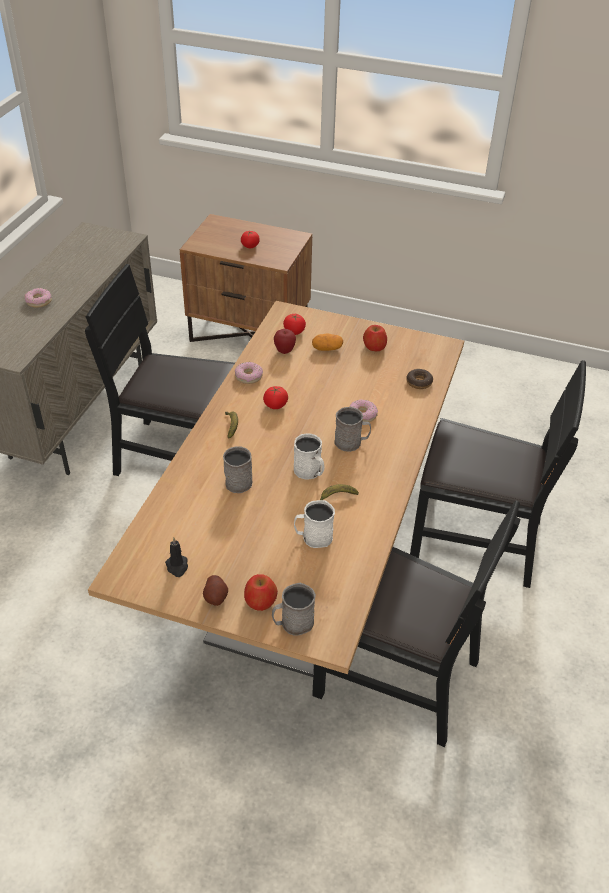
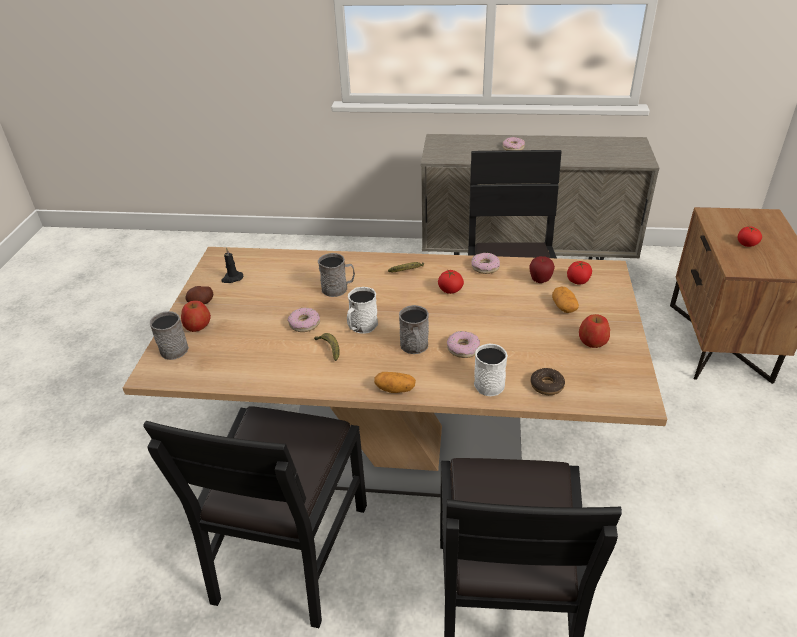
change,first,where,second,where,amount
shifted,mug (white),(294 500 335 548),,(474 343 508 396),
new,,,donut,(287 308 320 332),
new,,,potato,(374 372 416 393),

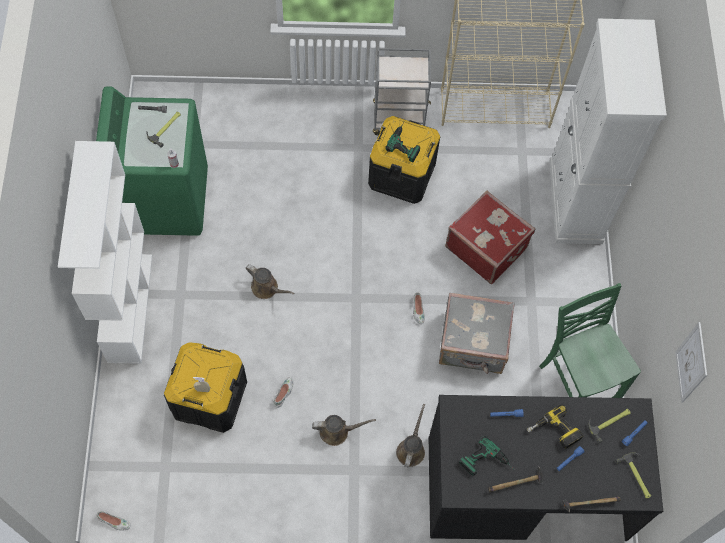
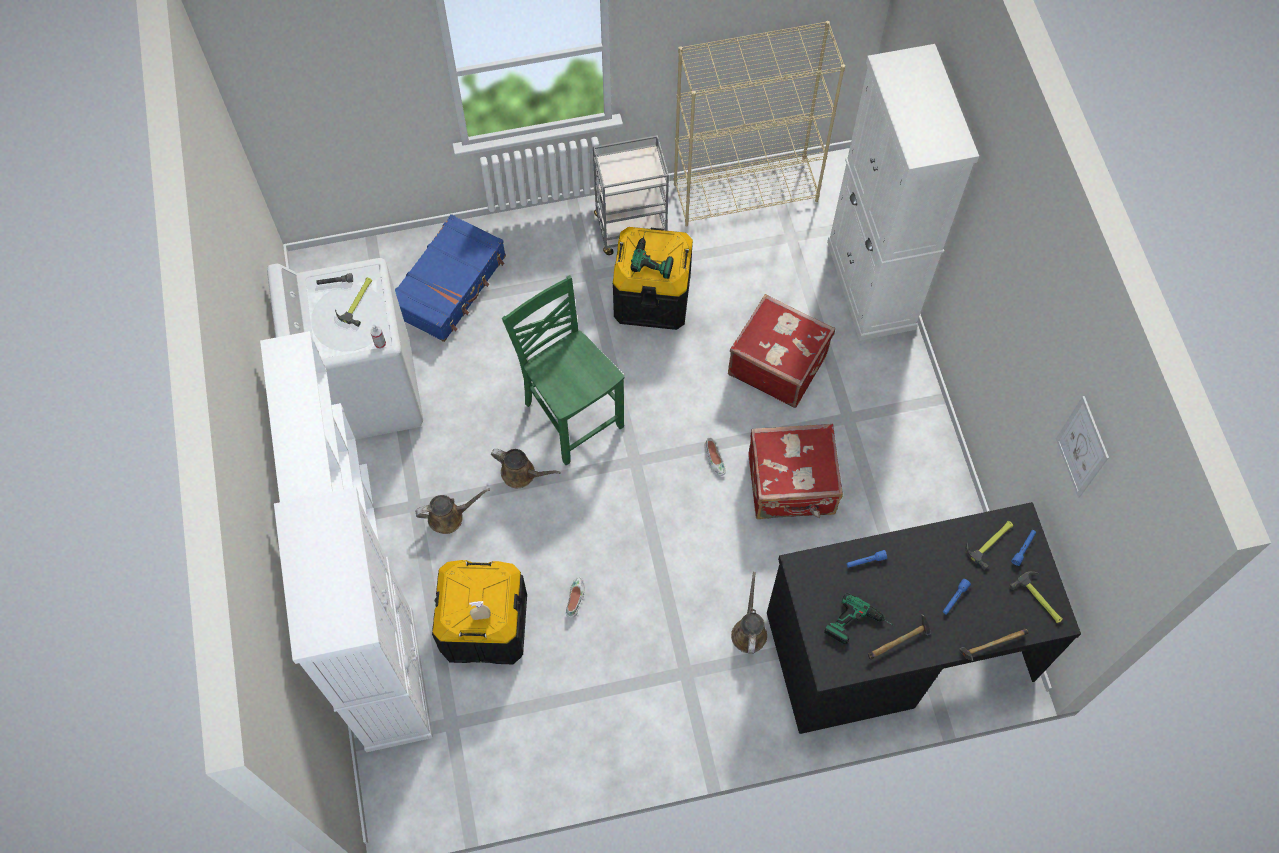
change,first,where,second,where,amount
repainted,washing machine (green),(96 86 208 236),washing machine (white),(267 258 423 440),
gone,shoe (white),(97 511 131 531),,,
shifted,watering can (brown),(312 415 376 446),,(415 488 490 534),
repainted,suitcase (grey),(439 293 515 374),suitcase (red),(748 424 843 519),
gone,power drill,(527 405 583 449),,,
shifted,chair (green),(539 283 641 398),,(502 275 624 465),
new,,,cabinet (white),(274 487 433 752),
new,,,suitcase (blue),(395 214 506 342),

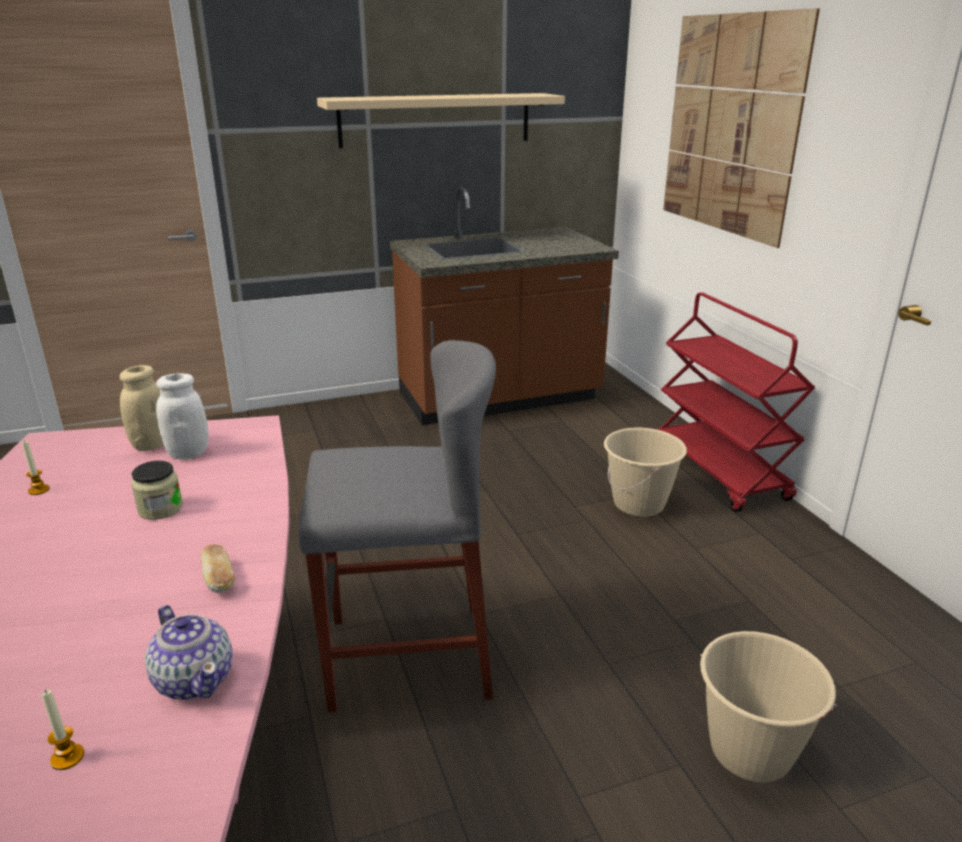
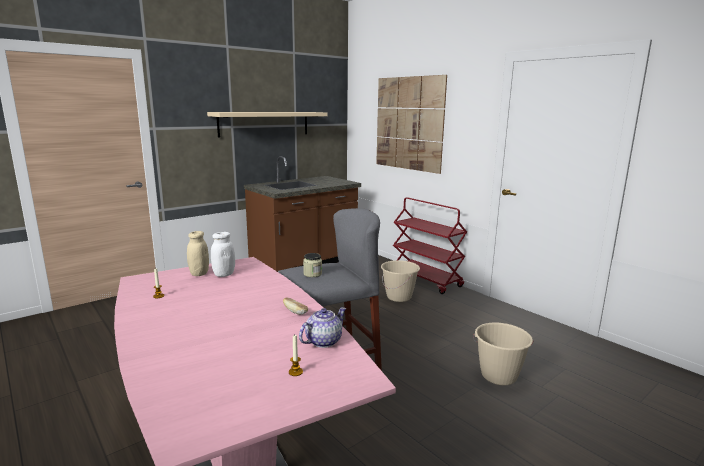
change,first,where,second,where,amount
shifted,jar,(131 461 183 520),,(303 253 322 277),
rotated,teapot,(145 605 233 700),,(299 307 346 348),75 degrees counterclockwise

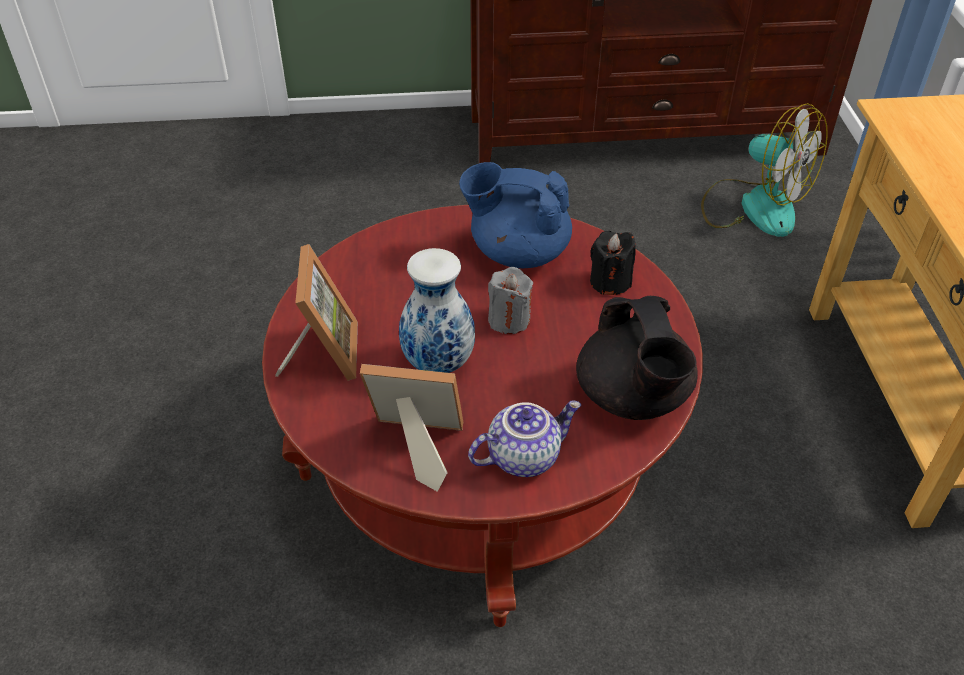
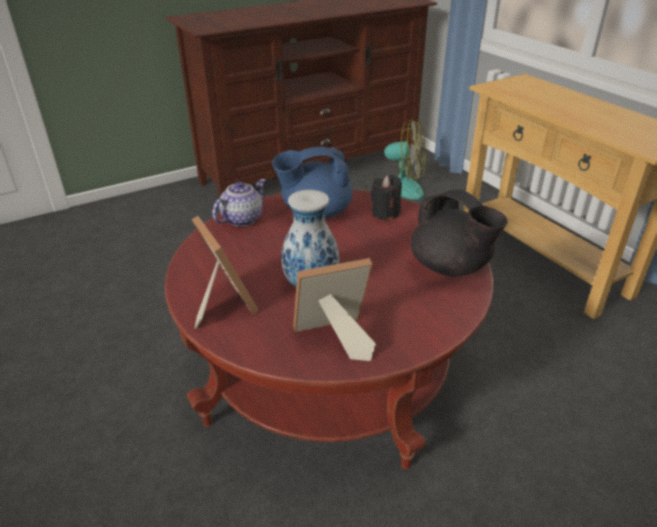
change,first,where,second,where,amount
shifted,teapot,(468 401 581 477),,(212 179 266 226),
gone,candle (grey),(488 267 533 334),,,

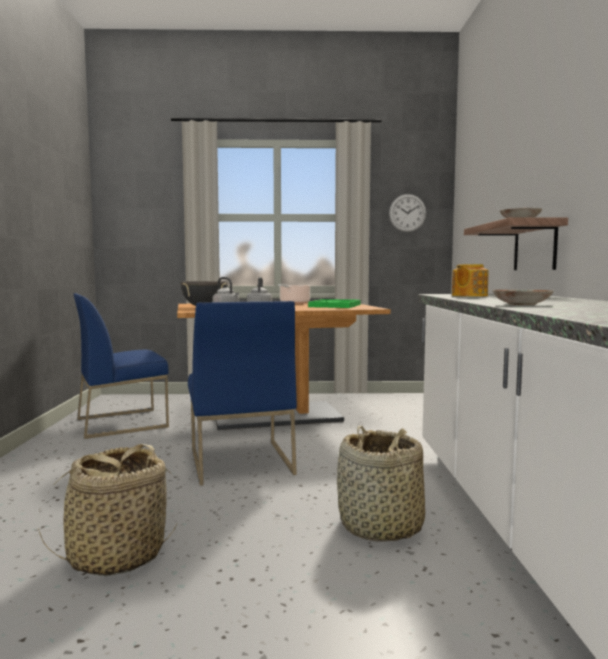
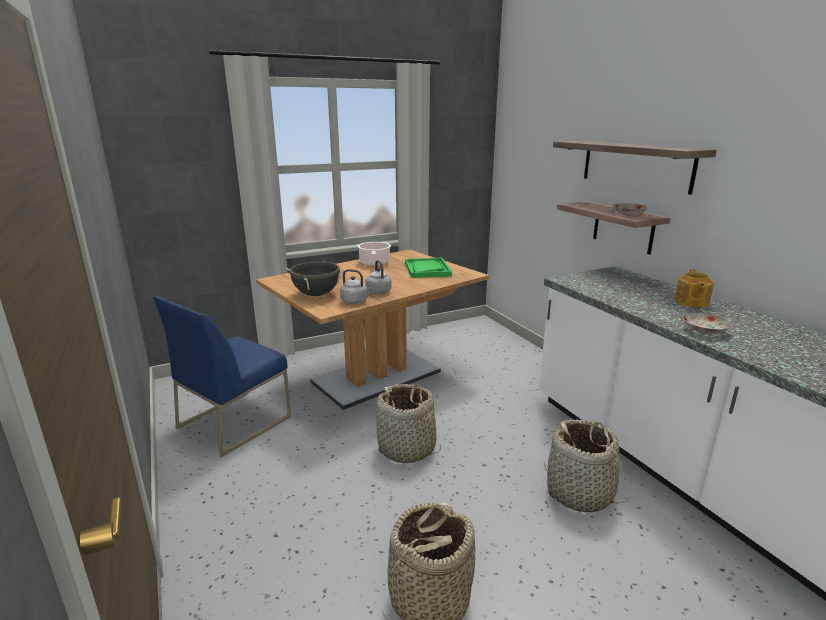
change,first,where,second,where,amount
swapped,chair (blue),(188 301 297 486),basket,(376 384 441 463),
gone,wall clock,(389 194 426 232),,,
shifted,teapot,(452 264 489 297),,(674 269 714 308),
new,,,shelf,(553 141 717 195),

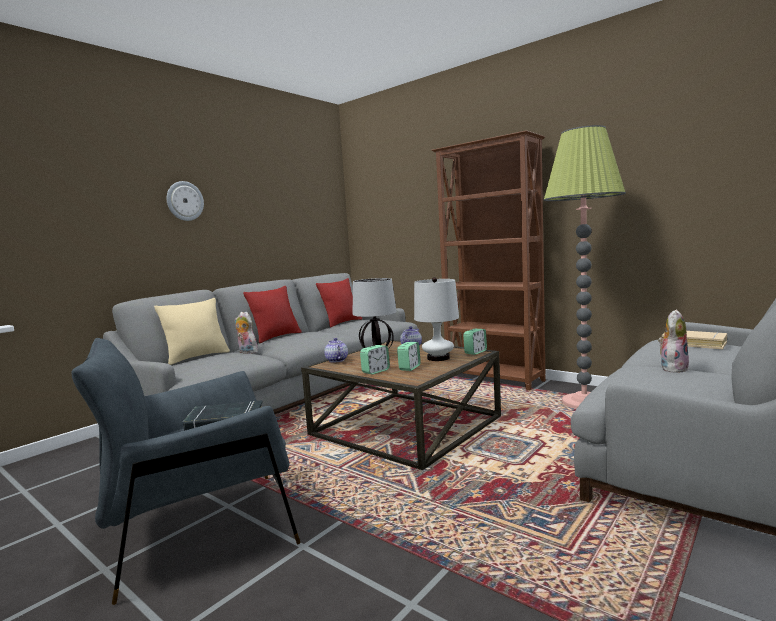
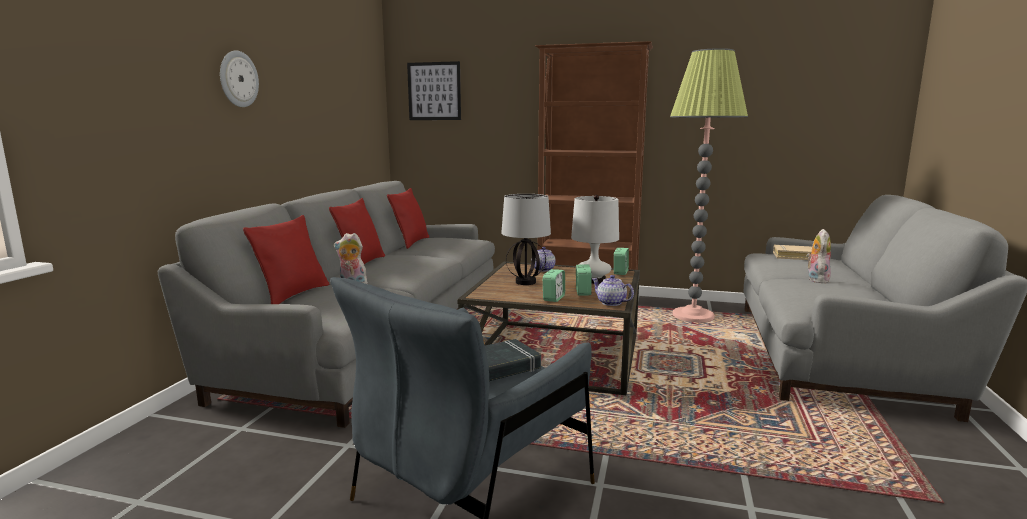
change,first,where,second,where,amount
repainted,pillow (beige),(154 298 230 365),pillow (red),(243 215 329 304),
shifted,teapot,(324 338 348 362),,(592 275 634 306),
new,,,picture,(407 61 461 120),

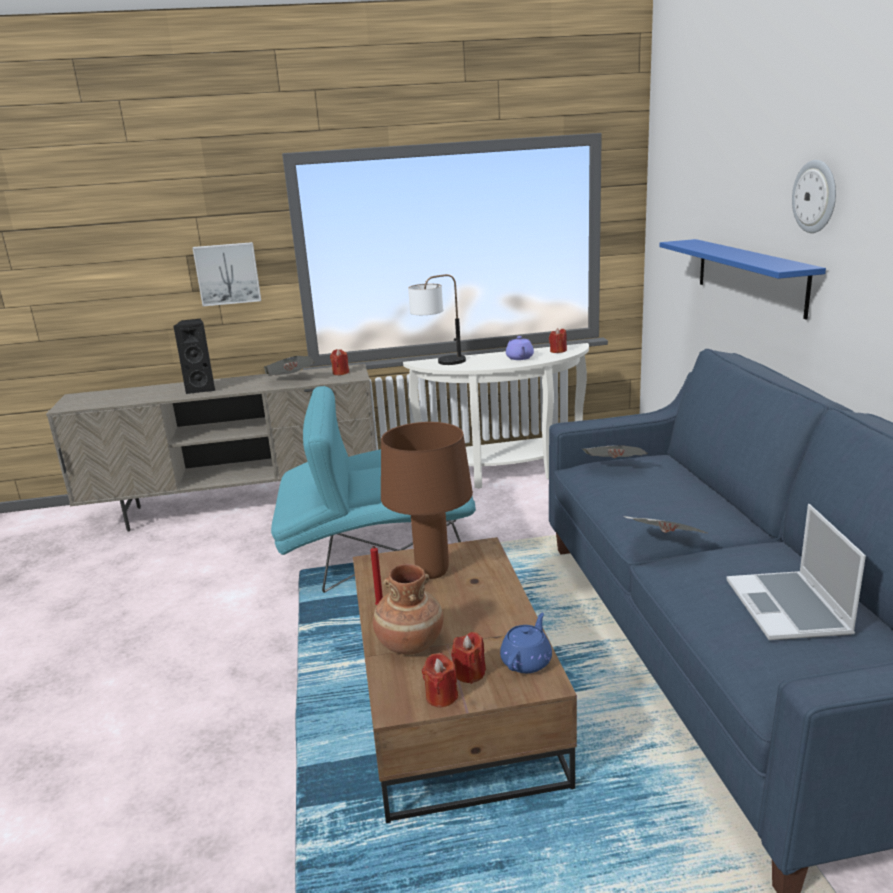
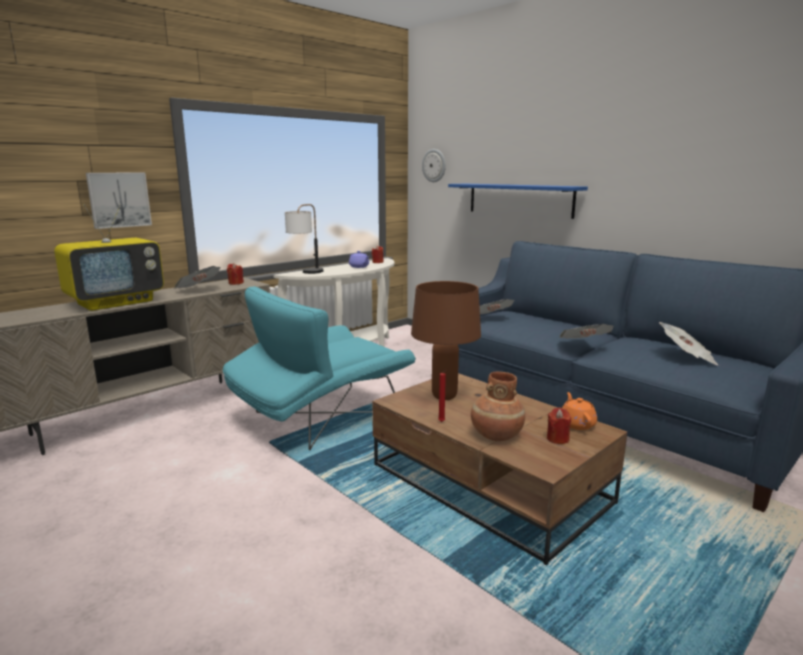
change,first,where,second,where,amount
swapped,speaker (black),(173 319 215 394),television,(54 204 164 311),
gone,candle (red),(422 653 458 708),,,
repainted,teapot (blue),(500 613 552 673),teapot (orange),(562 392 597 430),
swapped,laptop,(727 504 866 640),newspaper,(659 322 719 366),
shifted,wall clock,(792 160 836 233),,(422 149 446 182),

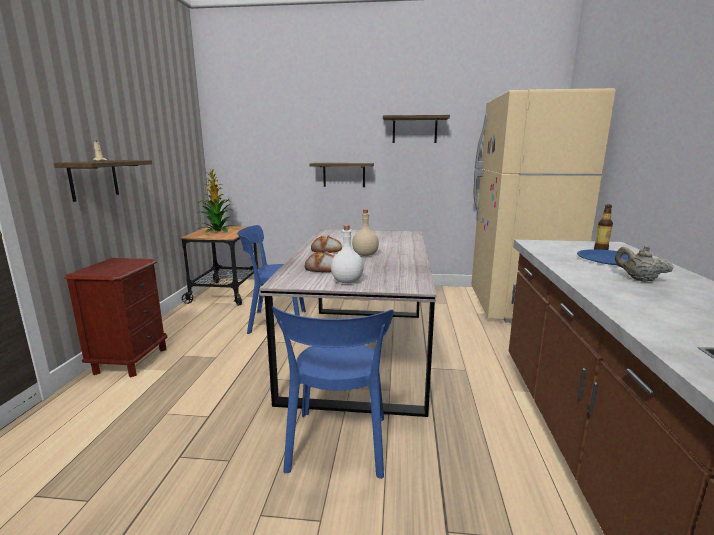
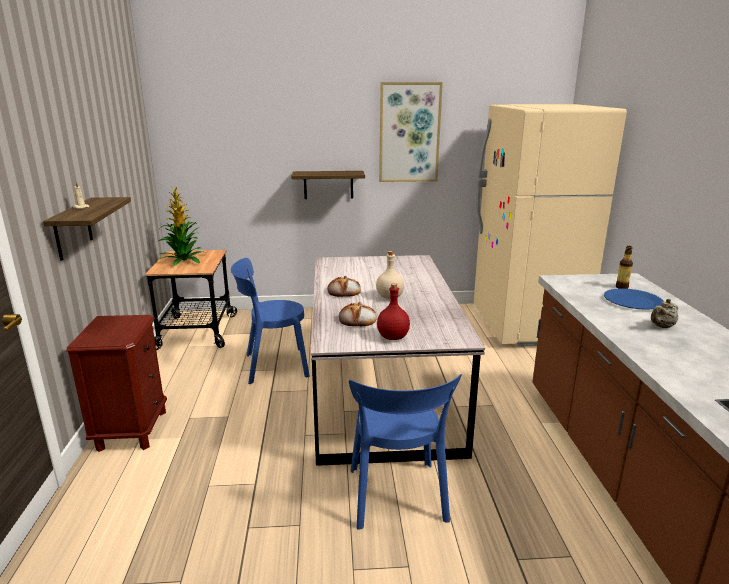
change,first,where,second,where,amount
repainted,bottle (white),(331 225 364 283),bottle (red),(377 283 410 340),
swapped,shelf,(383 115 450 143),picture,(379 82 443 182),
rotated,teapot (beige),(615 246 673 282),,(651 299 679 328),75 degrees counterclockwise

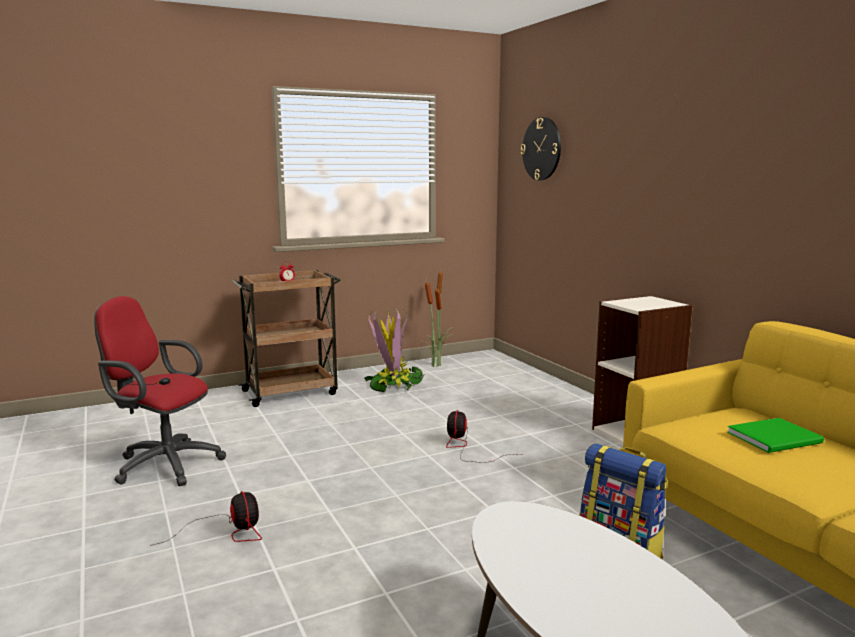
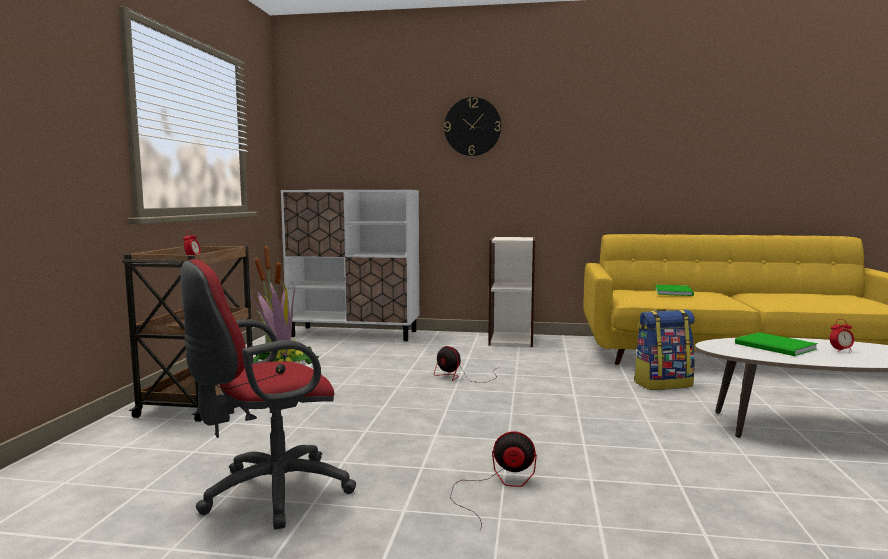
change,first,where,second,where,amount
shifted,wall clock,(521 117 561 180),,(444 97 501 156),
new,,,cabinet (white),(281 190 419 341),
new,,,book (green),(735 332 818 356),
new,,,alarm clock,(830 319 854 352),

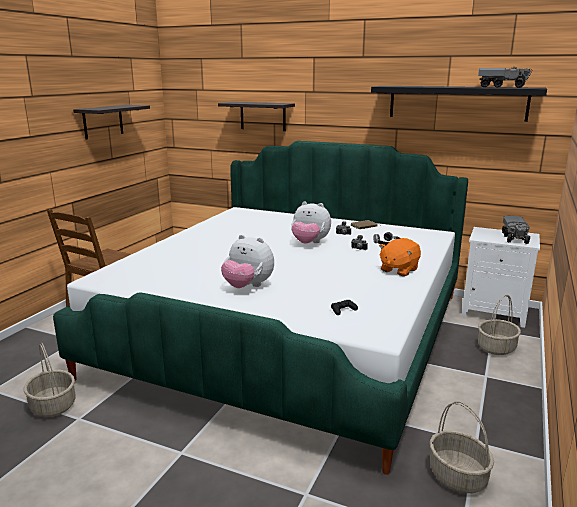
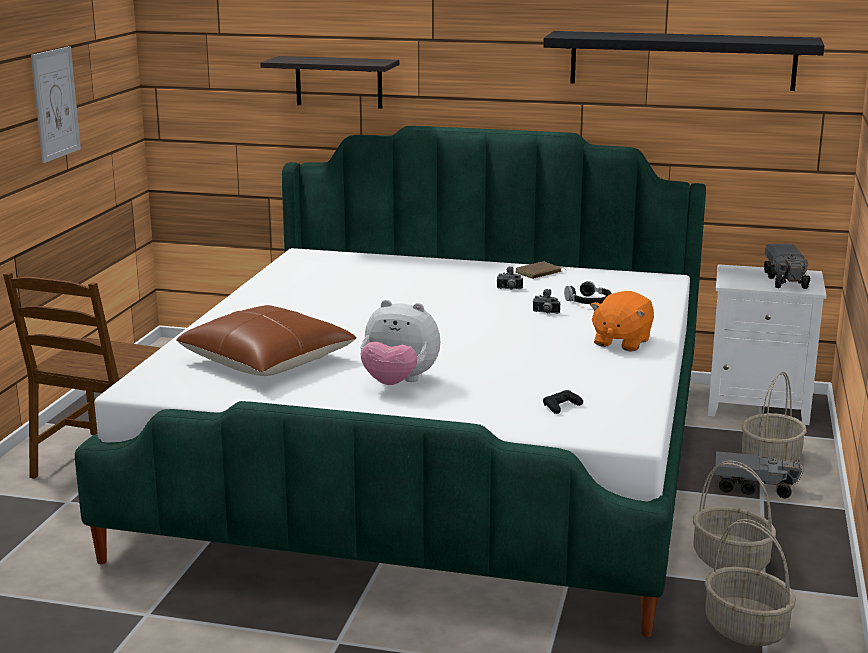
change,first,where,second,where,amount
shifted,basket,(24 343 76 417),,(693 460 776 571),
swapped,shelf,(73 105 150 139),picture,(31 46 81 163),
gone,plush toy,(291 201 331 243),,,
shifted,toy truck,(478 68 531 88),,(715 451 804 499),
new,,,pillow (brown),(176 305 357 376),

